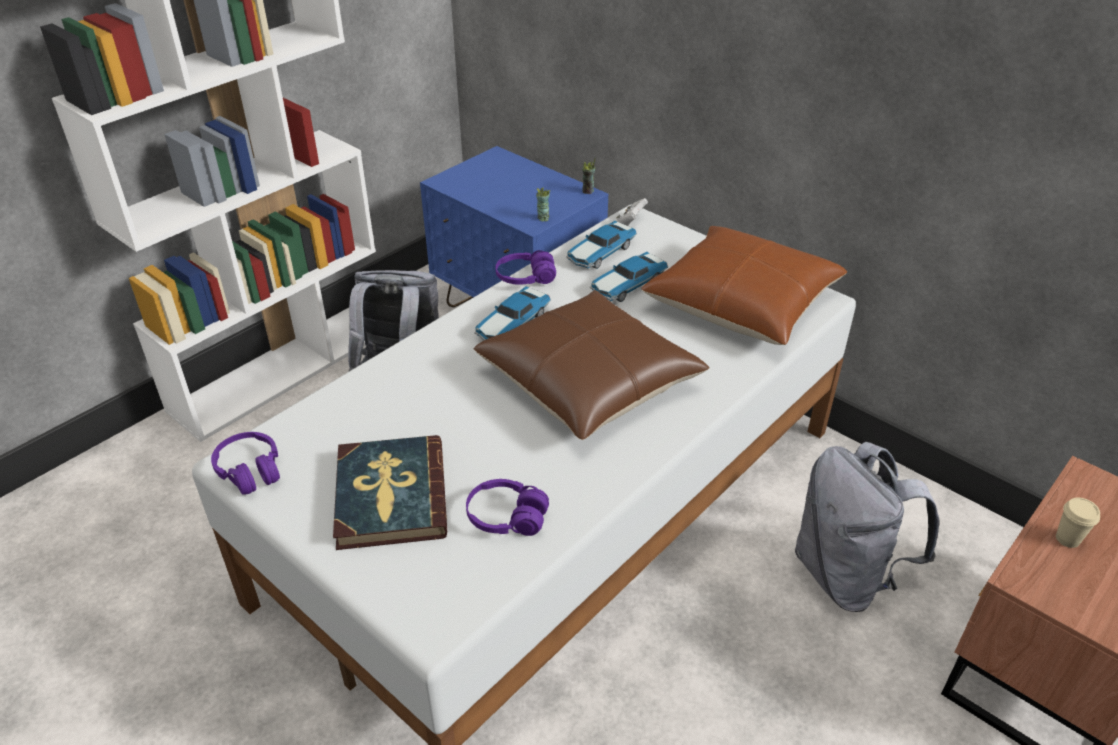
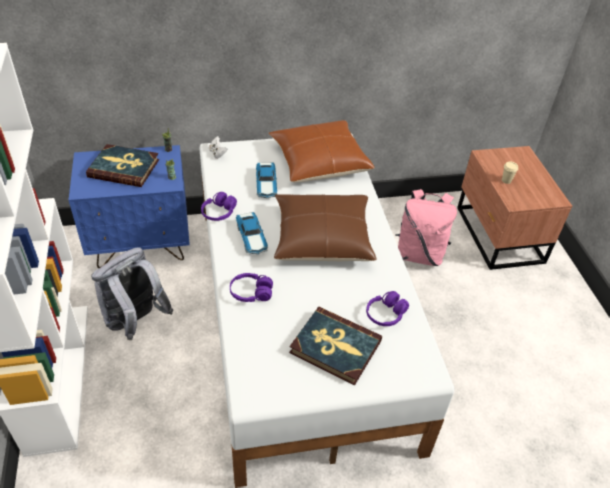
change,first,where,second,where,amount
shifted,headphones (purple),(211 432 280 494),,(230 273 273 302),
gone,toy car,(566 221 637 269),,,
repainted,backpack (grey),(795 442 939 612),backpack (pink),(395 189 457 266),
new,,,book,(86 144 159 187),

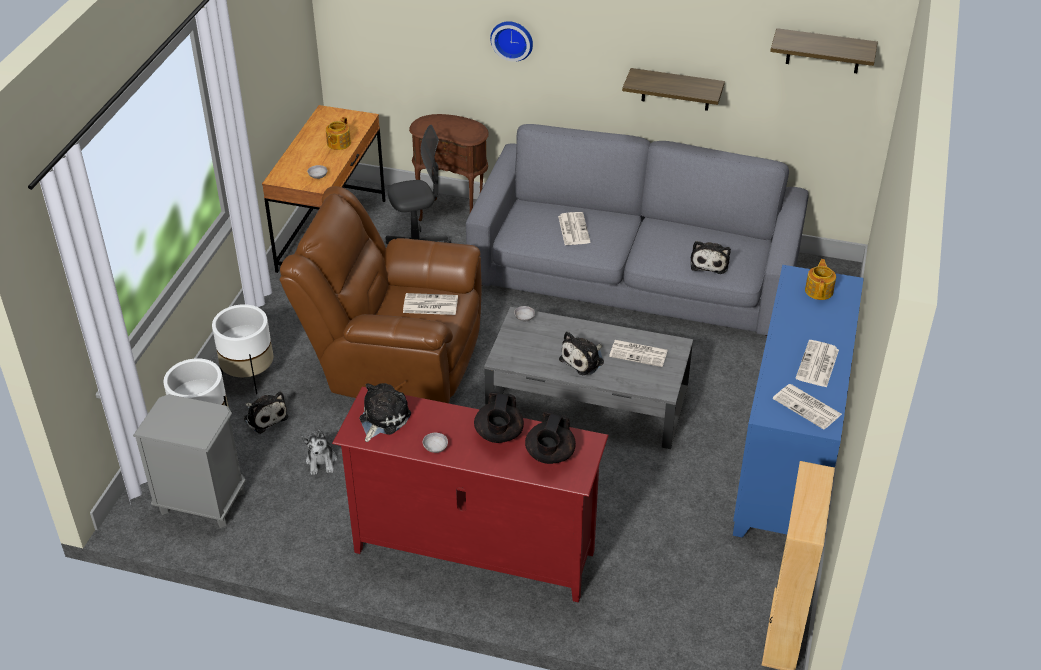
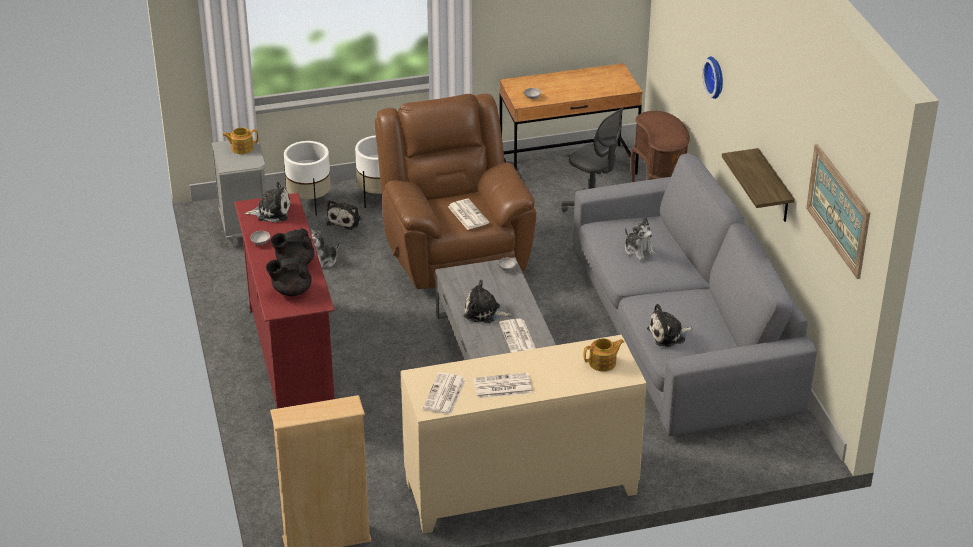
change,first,where,second,where,amount
shifted,teapot,(326 117 351 150),,(223 127 259 154),
swapped,newspaper,(558 212 590 245),plush toy,(625 217 655 261),
repainted,cabinet (blue),(733 265 864 538),cabinet (beige),(401 335 647 534),
swapped,shelf,(770 28 878 73),picture,(806 144 870 279),

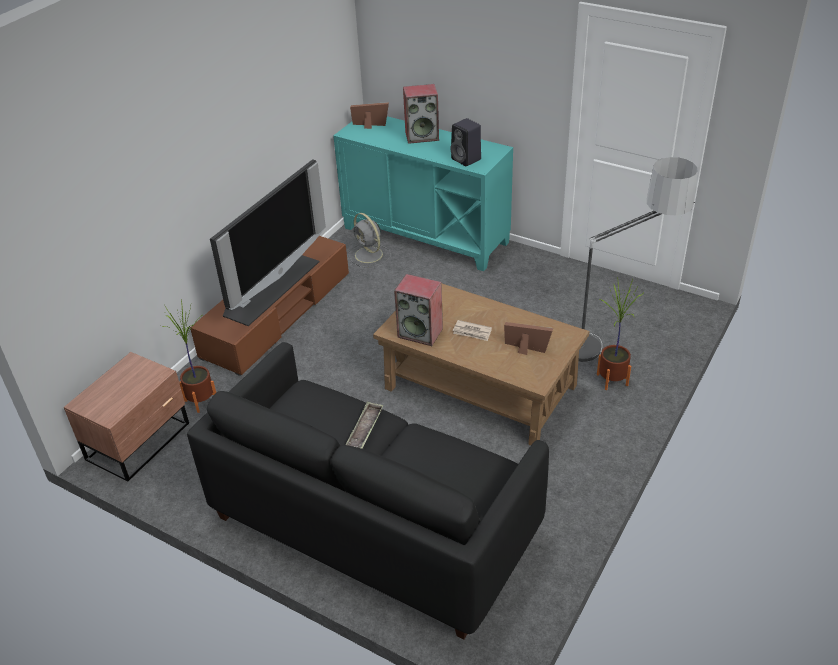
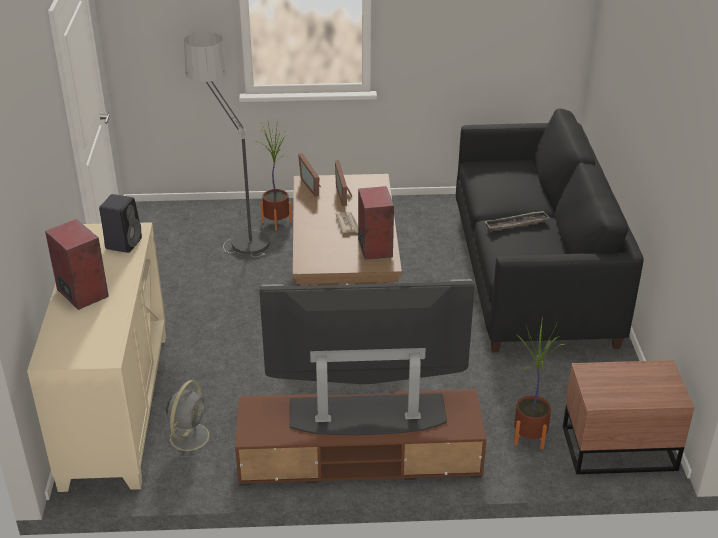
change,first,where,second,where,amount
repainted,cabinet (turquoise),(333 116 513 271),cabinet (beige),(27 222 166 492),
shifted,picture frame,(350 102 389 129),,(298 153 321 197),

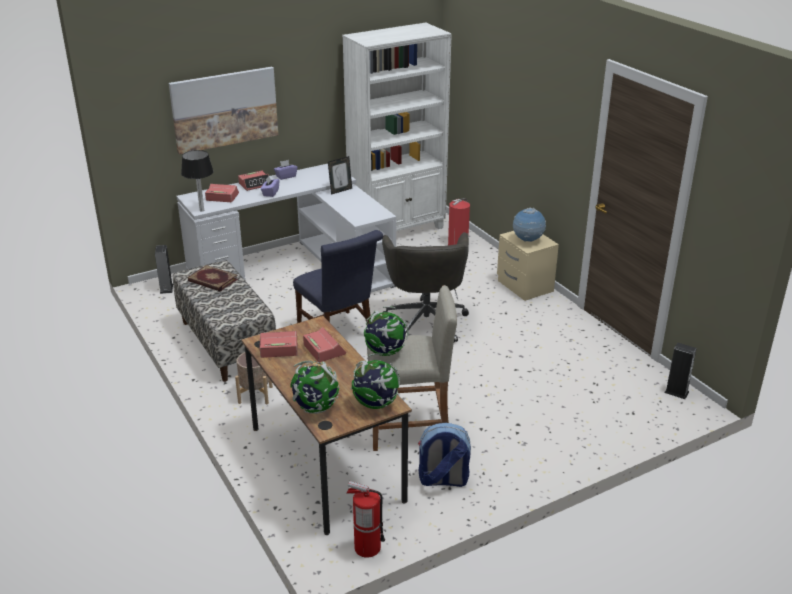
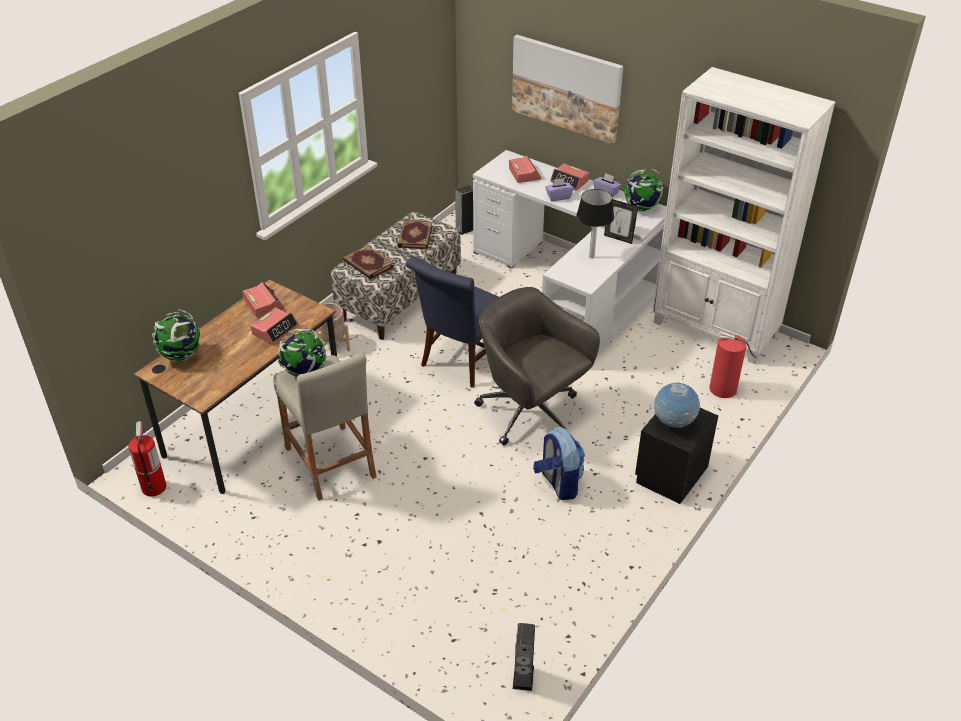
change,first,where,second,where,amount
shifted,table lamp,(181 150 214 212),,(576 189 614 258),
shifted,globe,(351 353 400 409),,(624 169 663 211),
rotated,office chair (grey),(382 232 469 342),,(474 287 600 445),75 degrees clockwise
shifted,backpack,(418 423 471 487),,(533 427 585 500),
repainted,nightstand (beige),(497 231 559 301),nightstand (black),(635 408 718 504),
new,,,book,(343 245 394 279),

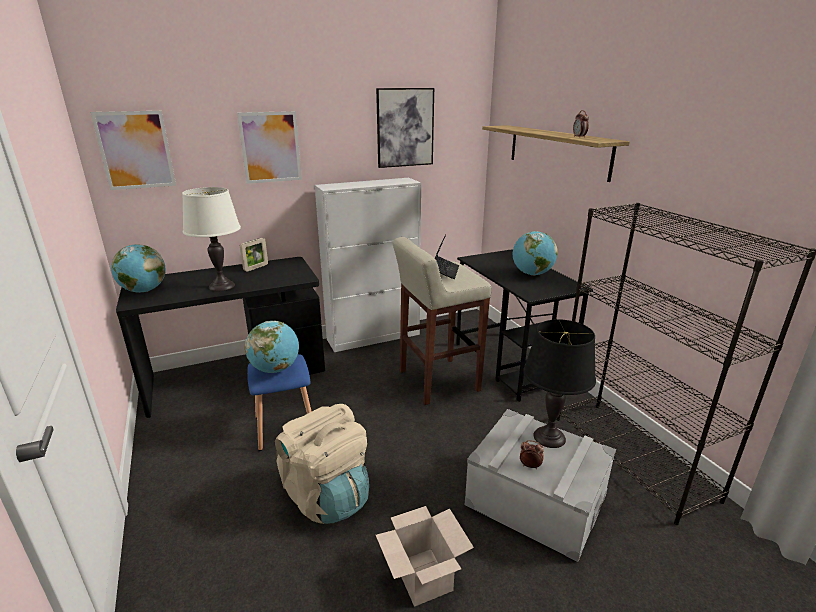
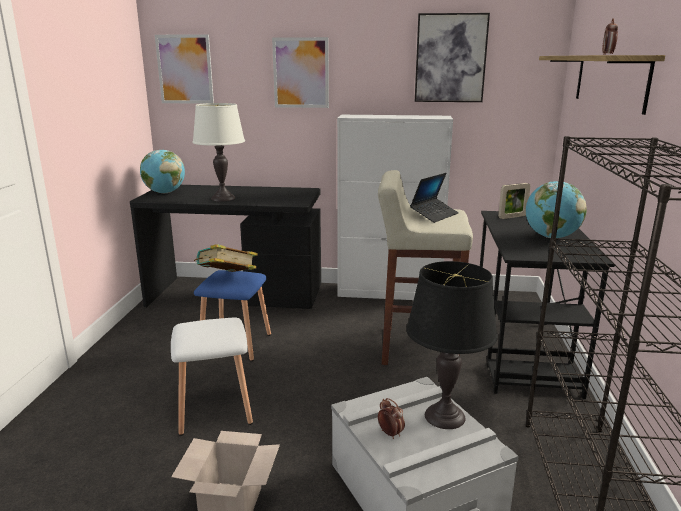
change,first,where,second,where,amount
shifted,picture frame,(240 238 268 272),,(498 183 530 219),
swapped,globe,(245 321 299 373),book,(194 244 258 272),
swapped,backpack (beige),(275 404 369 524),stool (white),(171 317 253 436),

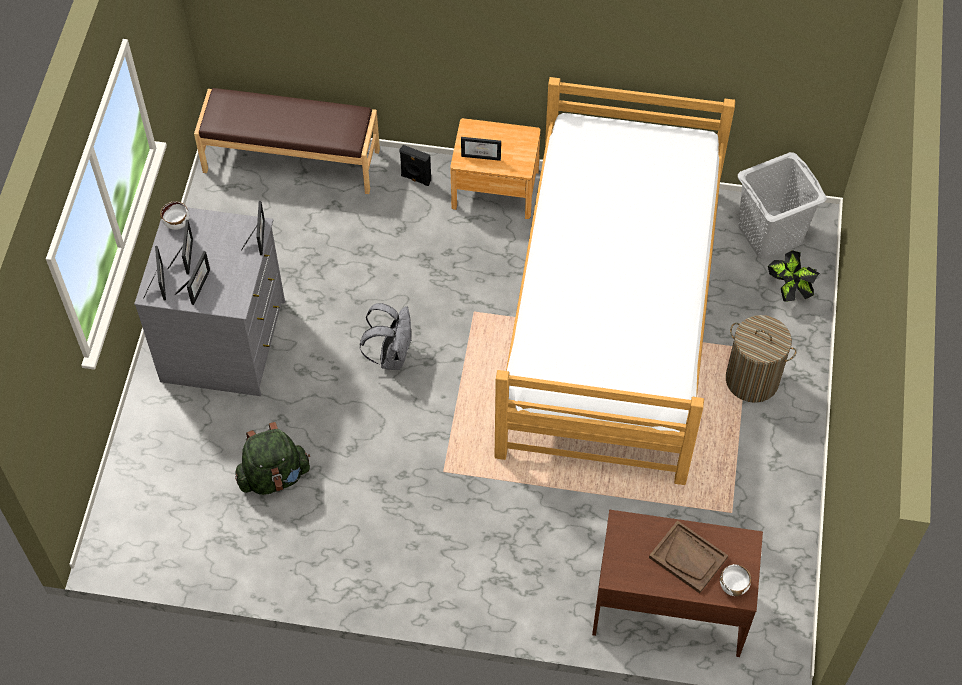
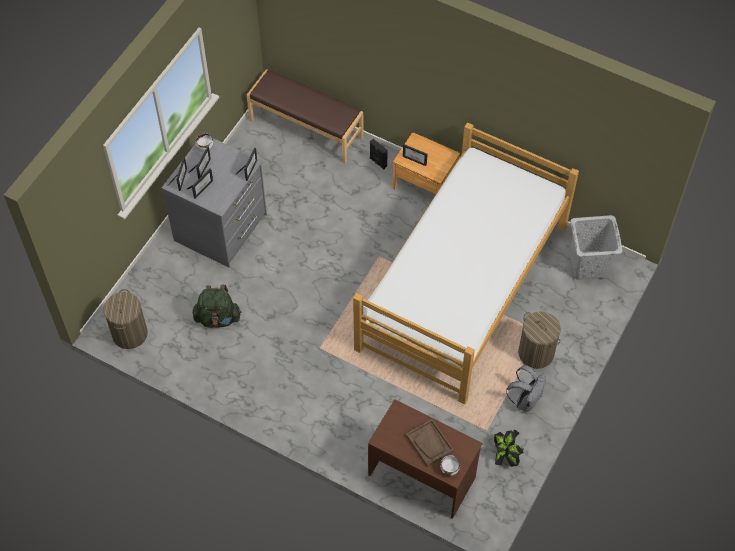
change,first,where,second,where,amount
shifted,backpack (grey),(359 303 411 370),,(506 365 546 412),
shifted,potted plant,(768 250 820 302),,(494 429 524 467),
new,,,laundry basket,(103 289 148 349),

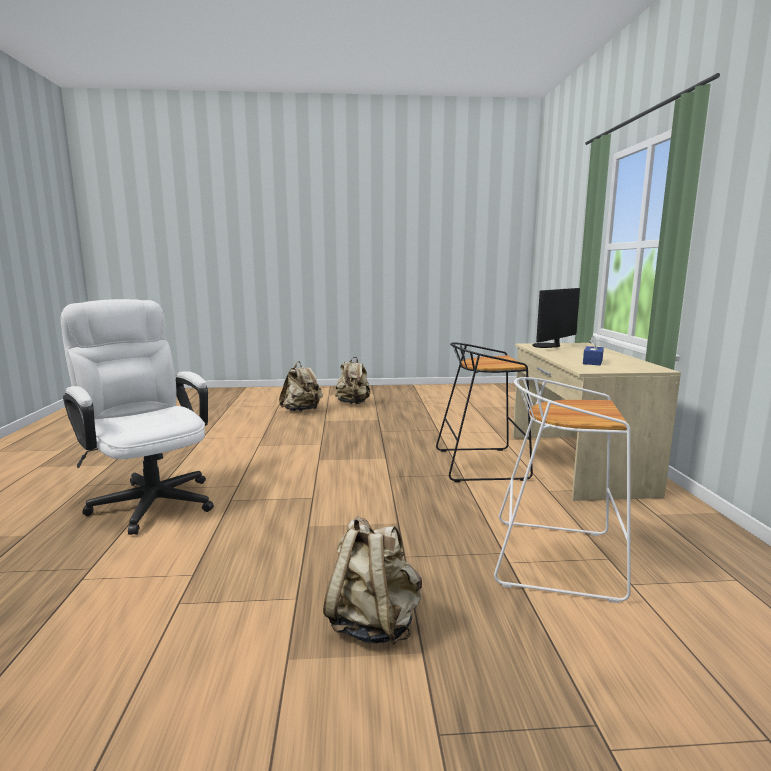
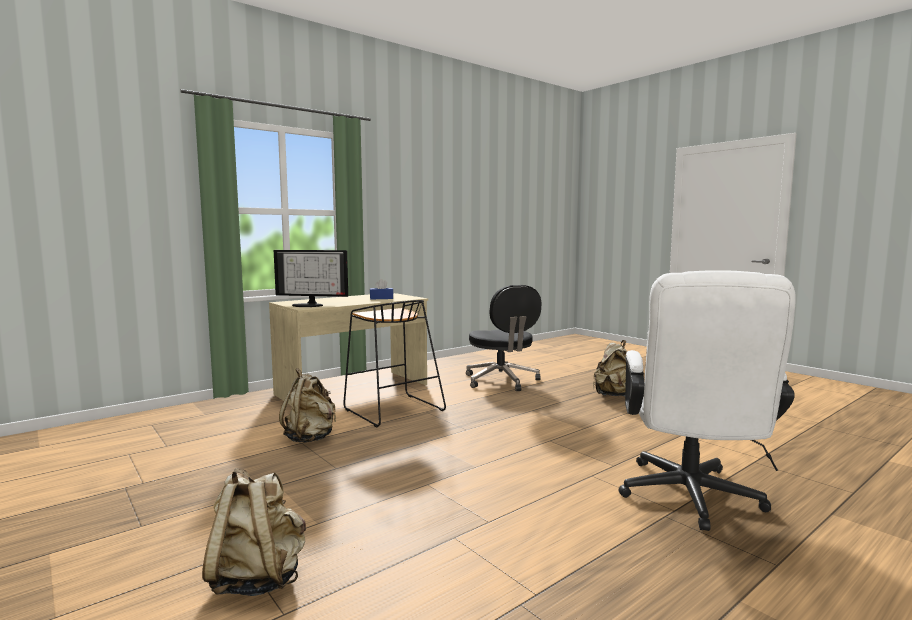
change,first,where,second,where,amount
shifted,backpack (beige),(335 357 370 404),,(279 368 336 443),
swapped,stool (white),(494 377 631 603),office chair (black),(466 285 541 391),

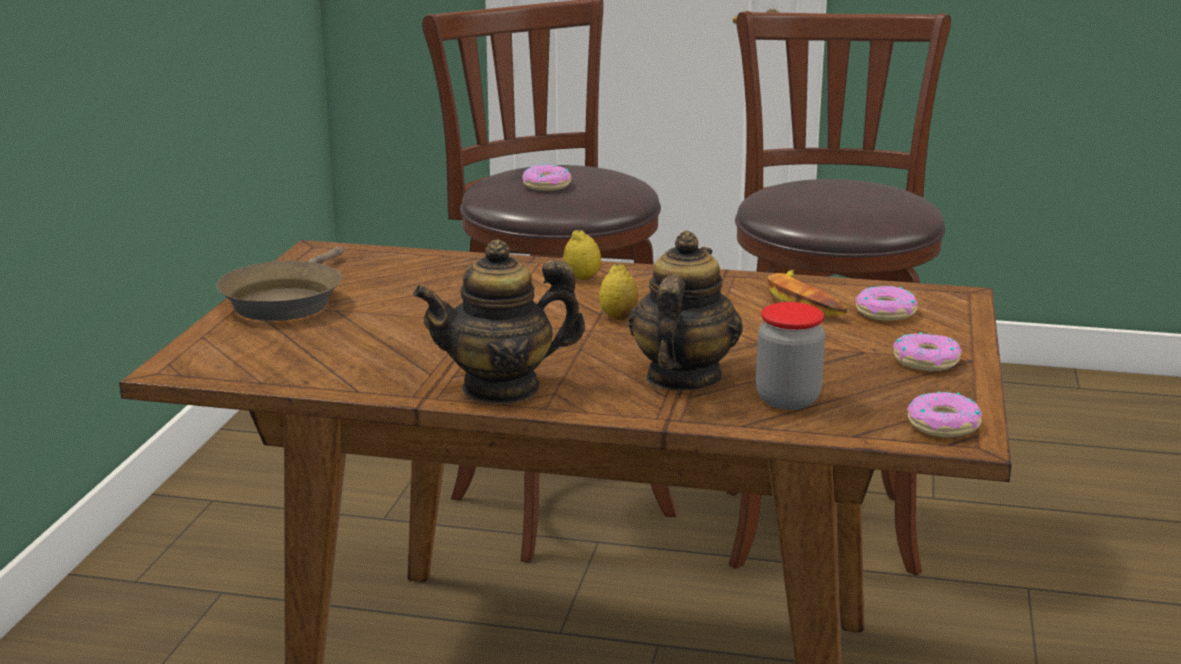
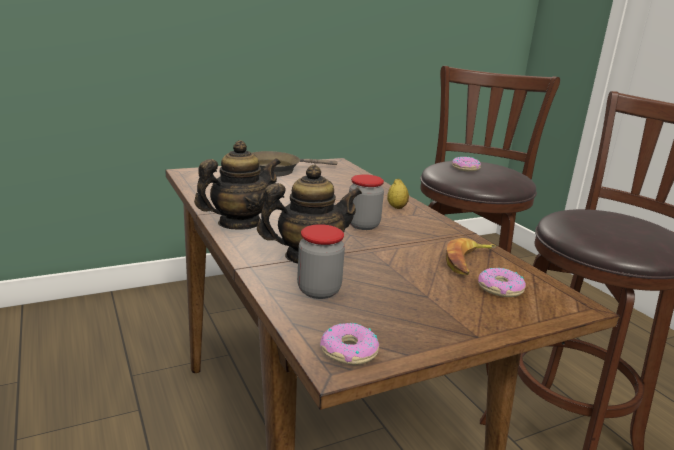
change,first,where,second,where,amount
rotated,teapot,(413 239 585 404),,(194 140 281 229),105 degrees clockwise
swapped,lemon,(599 264 639 320),jar,(349 174 384 230),
gone,donut,(893 332 962 371),,,

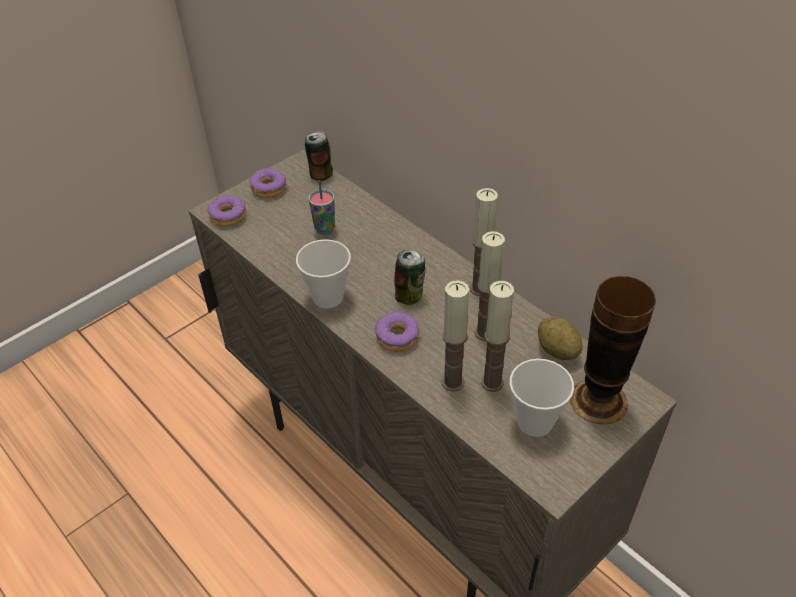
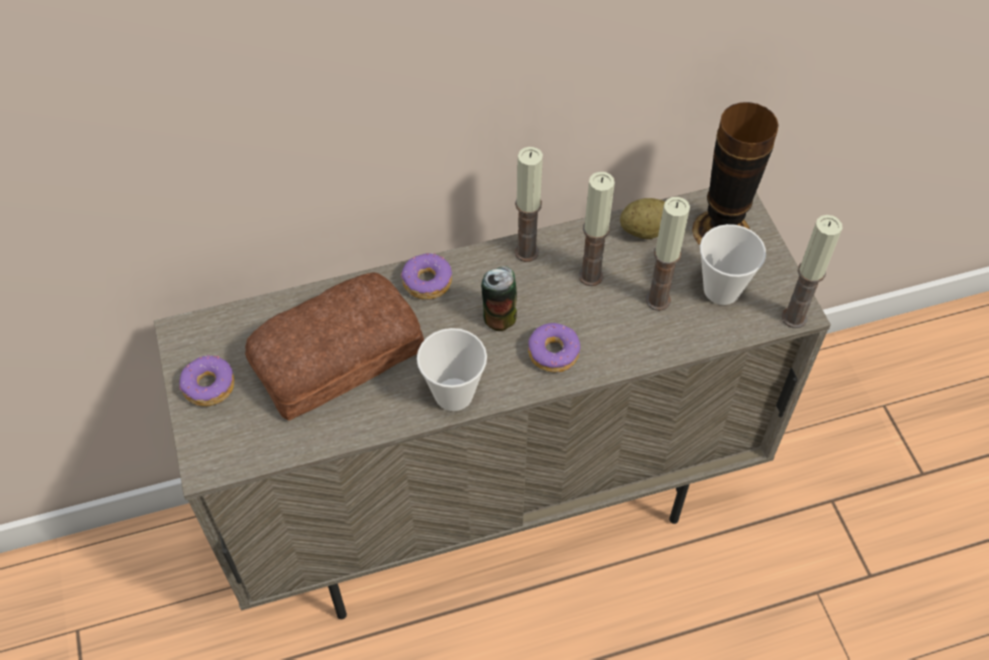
change,first,where,second,where,amount
shifted,donut,(208 195 246 226),,(401 253 452 300),
gone,can,(305 131 333 181),,,
swapped,cup,(309 180 335 235),bread,(245 272 424 421),
shifted,candle,(442 280 469 392),,(781 215 842 328),

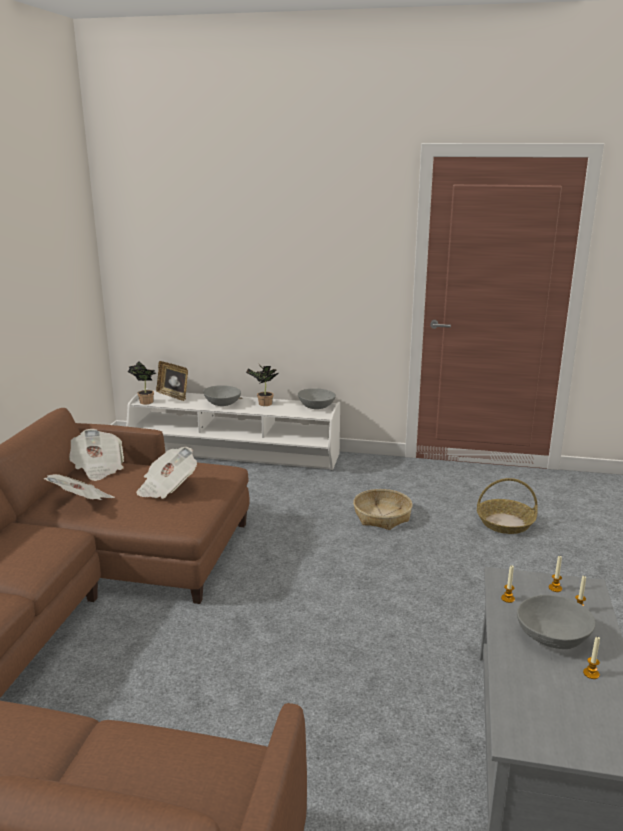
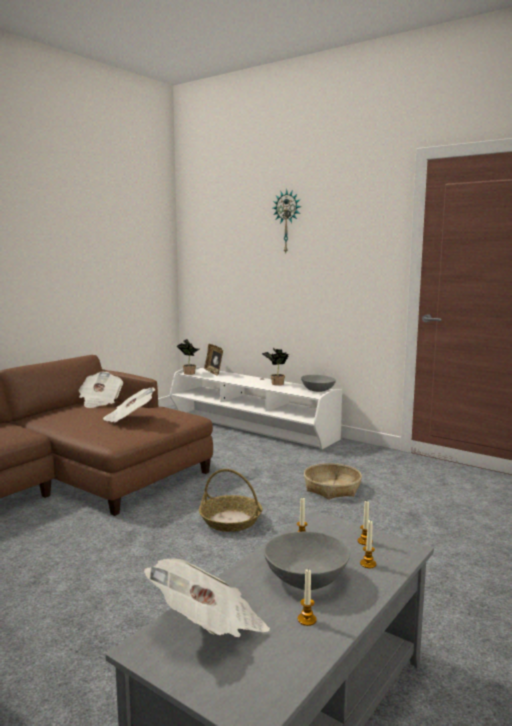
change,first,where,second,where,amount
shifted,newspaper,(43 474 115 500),,(144 558 270 637),
gone,bowl (grey),(203 385 241 406),,,
shifted,basket,(477 478 537 534),,(199 469 262 532),
new,,,wall clock,(273 189 301 253),

